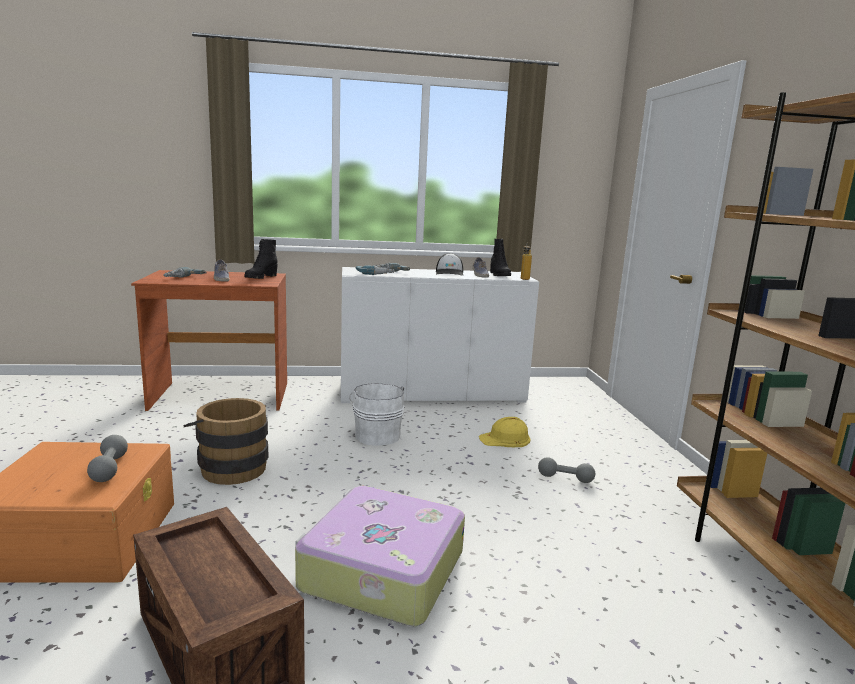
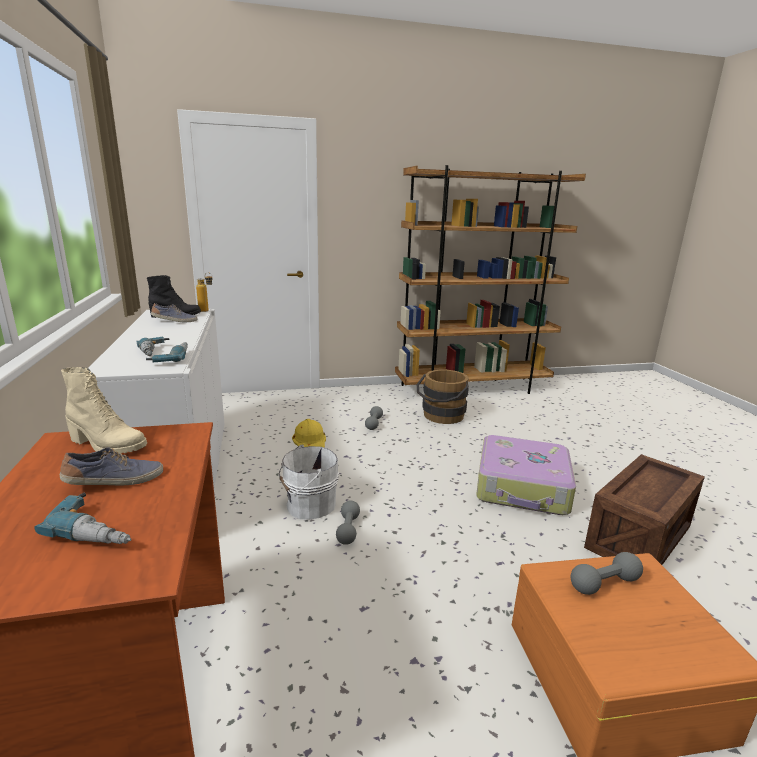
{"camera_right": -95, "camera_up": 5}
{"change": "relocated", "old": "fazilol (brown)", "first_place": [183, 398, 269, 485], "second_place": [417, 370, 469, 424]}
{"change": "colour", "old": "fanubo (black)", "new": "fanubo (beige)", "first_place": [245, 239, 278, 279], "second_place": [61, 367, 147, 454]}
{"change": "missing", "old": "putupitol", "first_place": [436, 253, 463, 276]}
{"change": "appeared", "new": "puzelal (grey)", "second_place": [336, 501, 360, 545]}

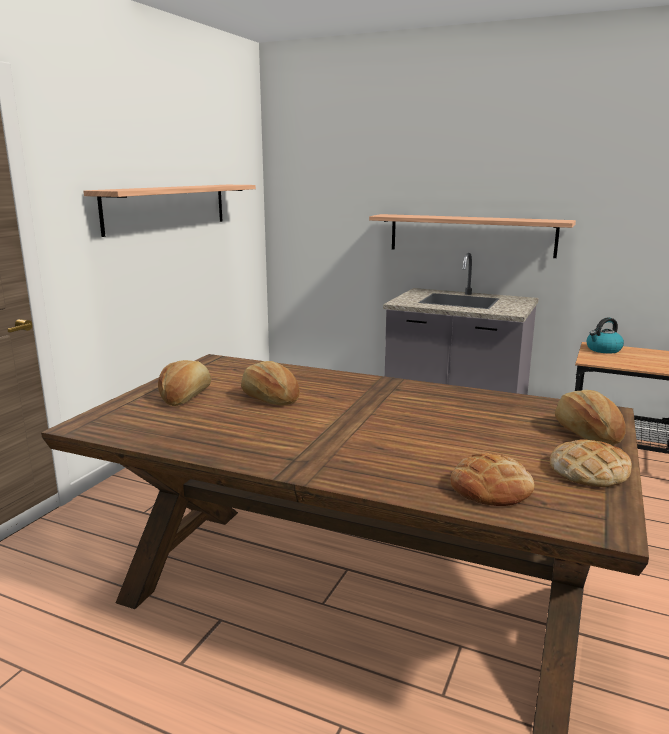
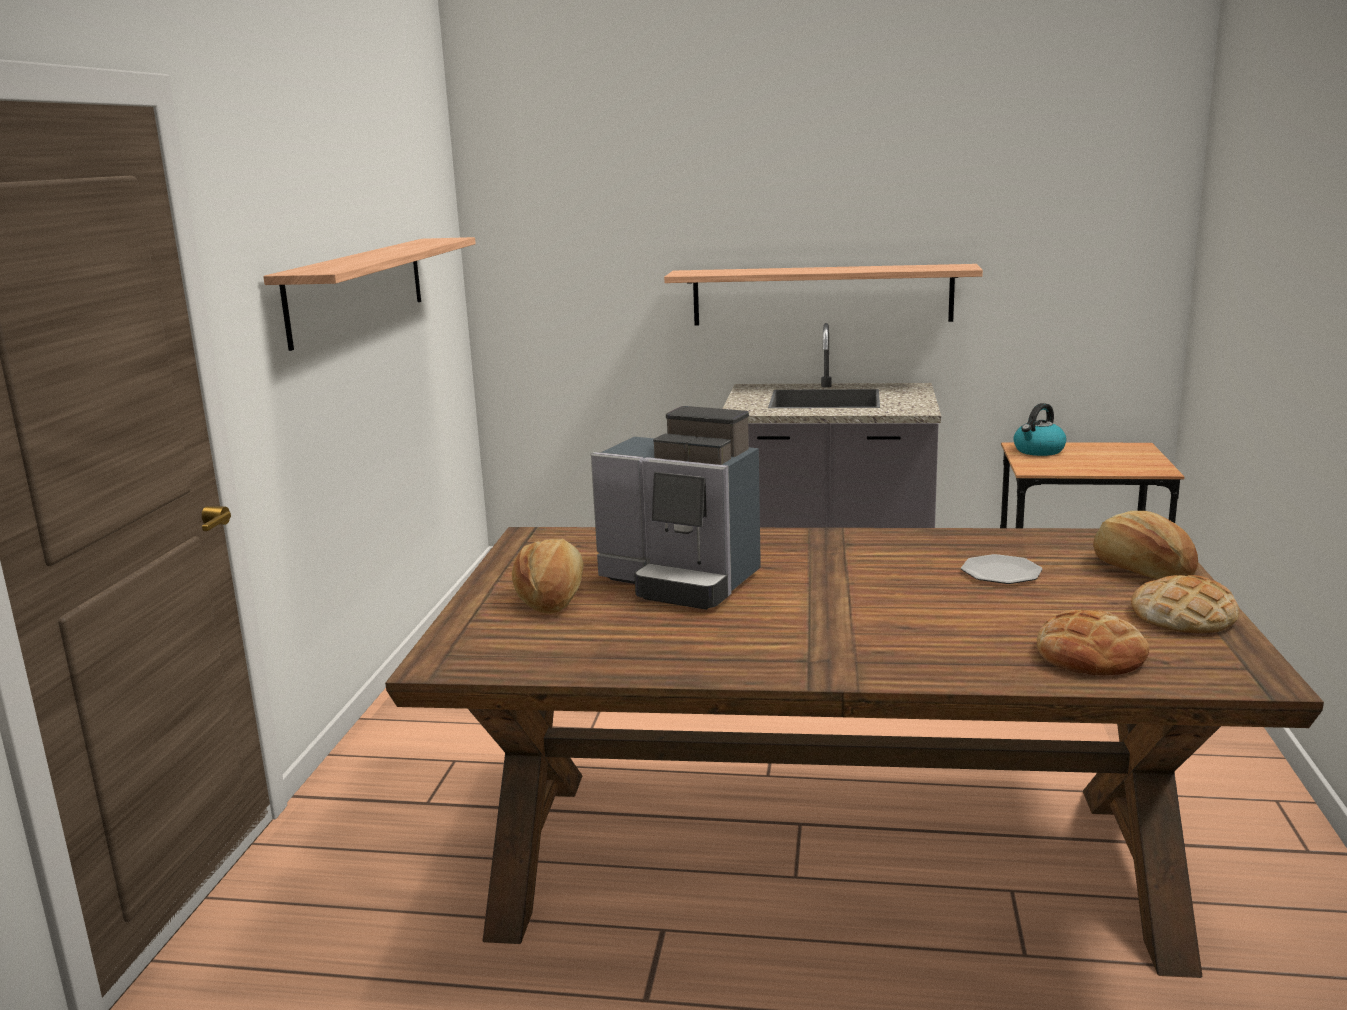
{"camera_right": -15, "camera_up": 0}
{"change": "exchanged", "old": "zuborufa", "new": "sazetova", "first_place": [241, 361, 300, 405], "second_place": [591, 406, 761, 610]}
{"change": "appeared", "new": "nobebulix", "second_place": [961, 554, 1042, 584]}

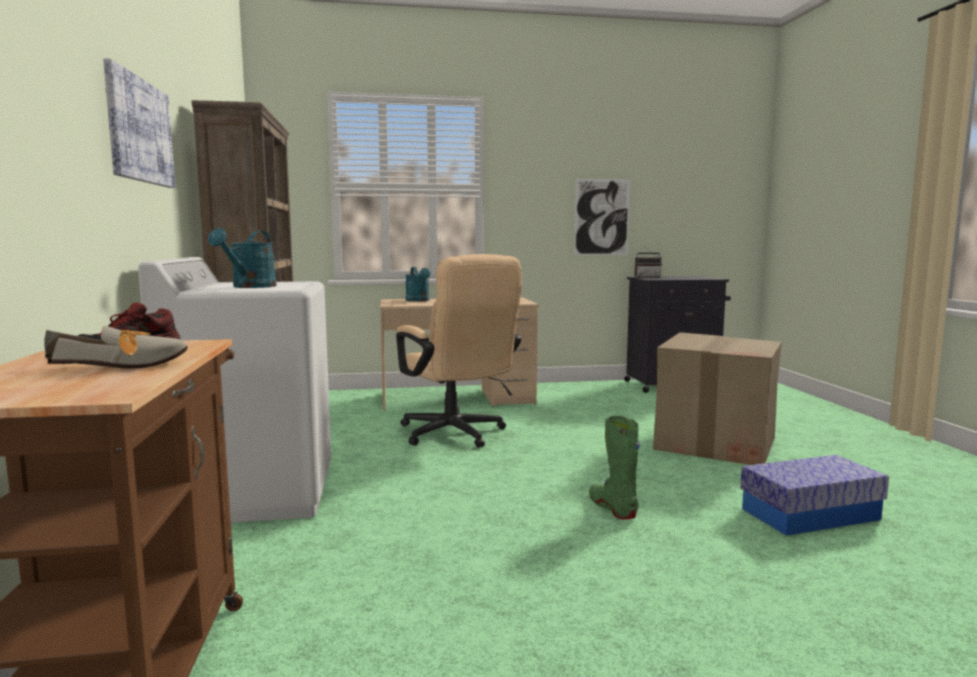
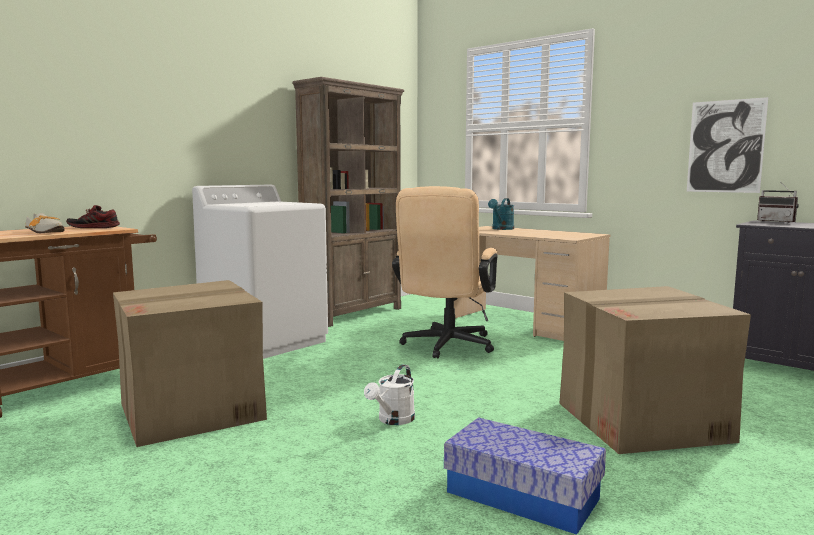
{"camera_right": 50, "camera_up": 0}
{"change": "missing", "old": "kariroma", "first_place": [103, 58, 175, 188]}
{"change": "missing", "old": "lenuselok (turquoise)", "first_place": [208, 228, 277, 288]}
{"change": "exchanged", "old": "fanubo (green)", "new": "lenuselok (white)", "first_place": [589, 416, 640, 520], "second_place": [364, 364, 415, 425]}
{"change": "appeared", "new": "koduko", "second_place": [113, 280, 267, 447]}

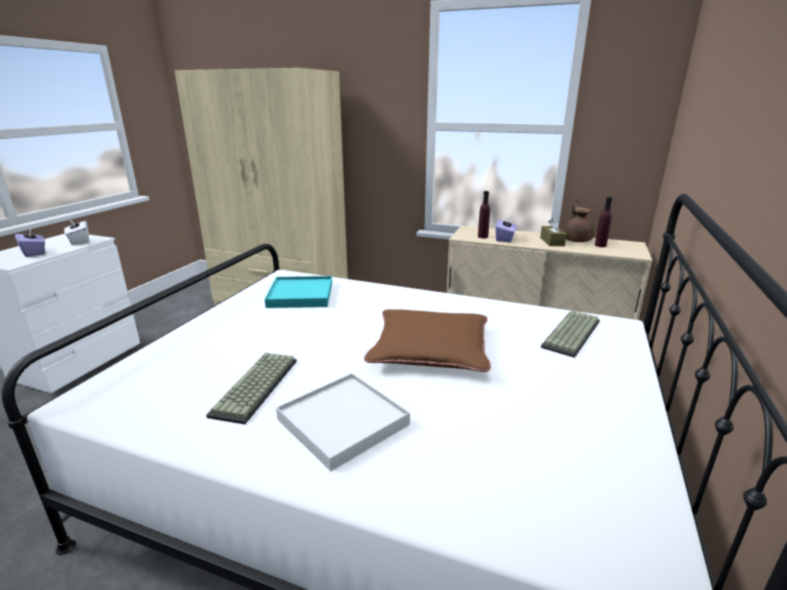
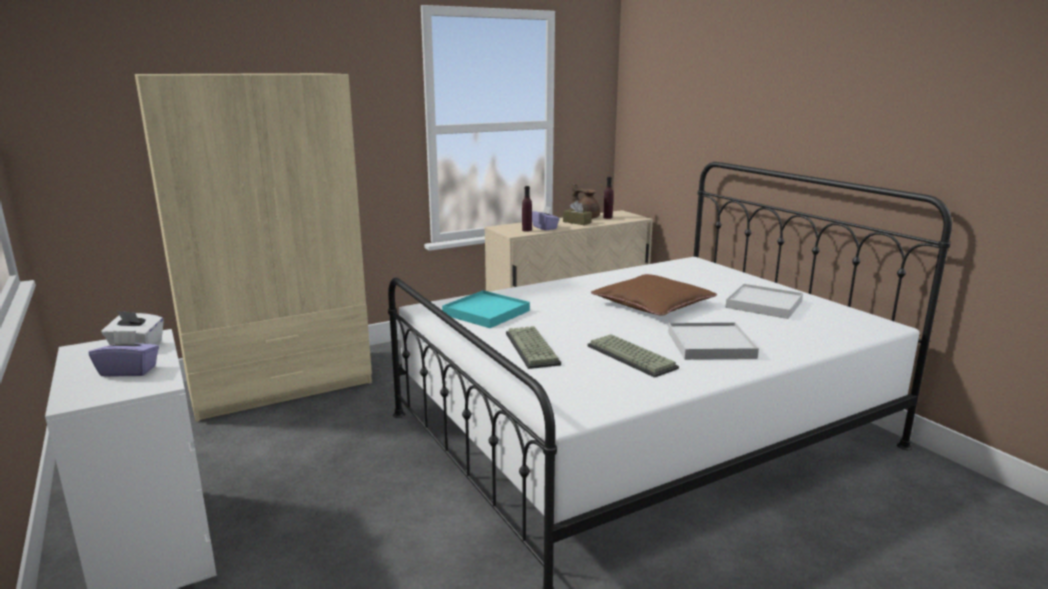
{"camera_right": -50, "camera_up": -5}
{"change": "relocated", "old": "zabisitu", "first_place": [541, 310, 600, 358], "second_place": [506, 326, 561, 369]}
{"change": "appeared", "new": "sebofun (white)", "second_place": [725, 284, 803, 319]}

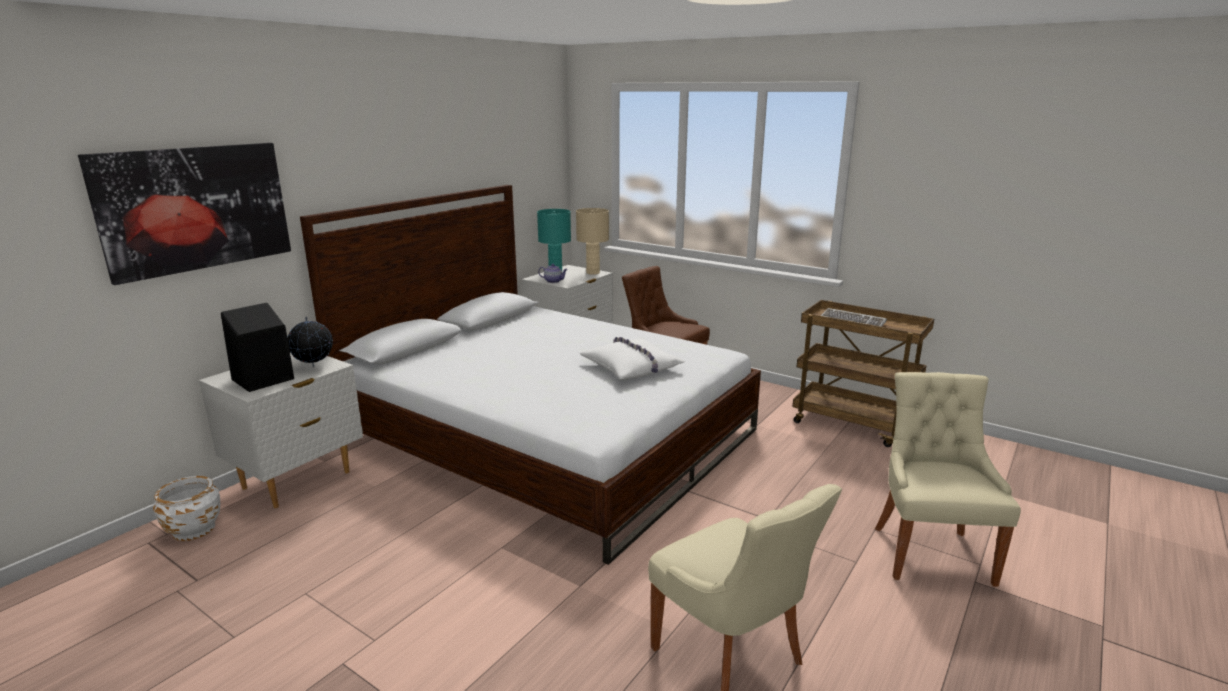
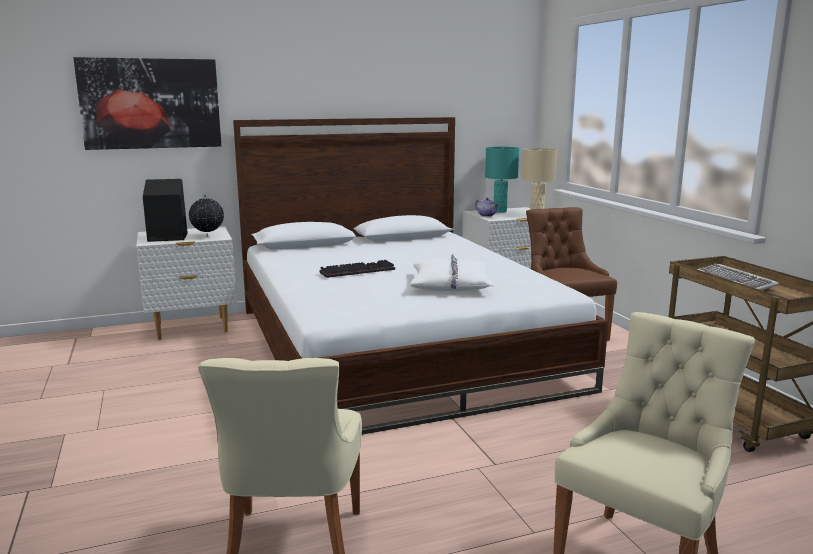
{"camera_right": 35, "camera_up": -5}
{"change": "missing", "old": "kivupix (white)", "first_place": [153, 476, 220, 541]}
{"change": "appeared", "new": "zabisitu", "second_place": [319, 260, 395, 278]}

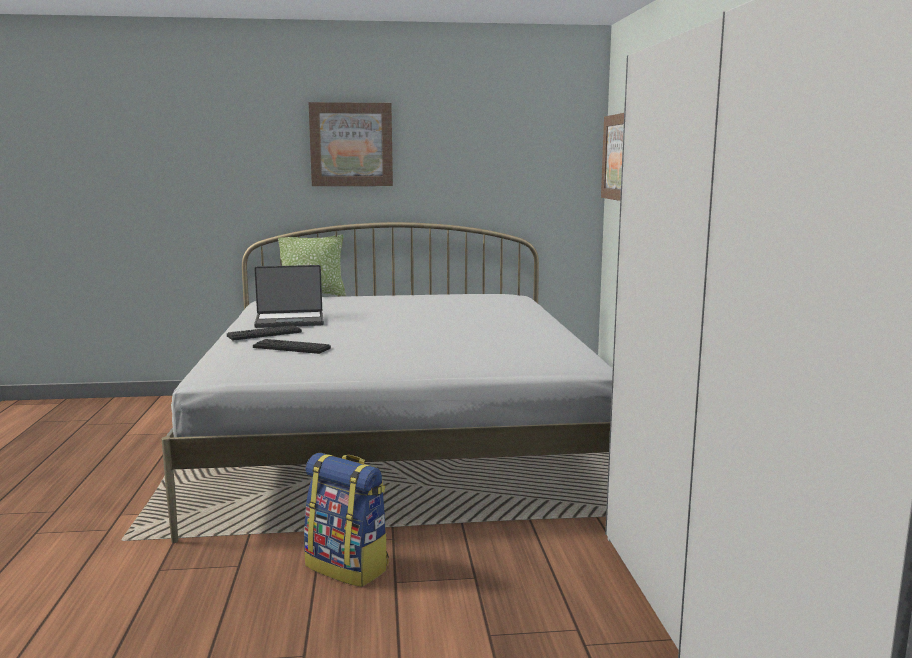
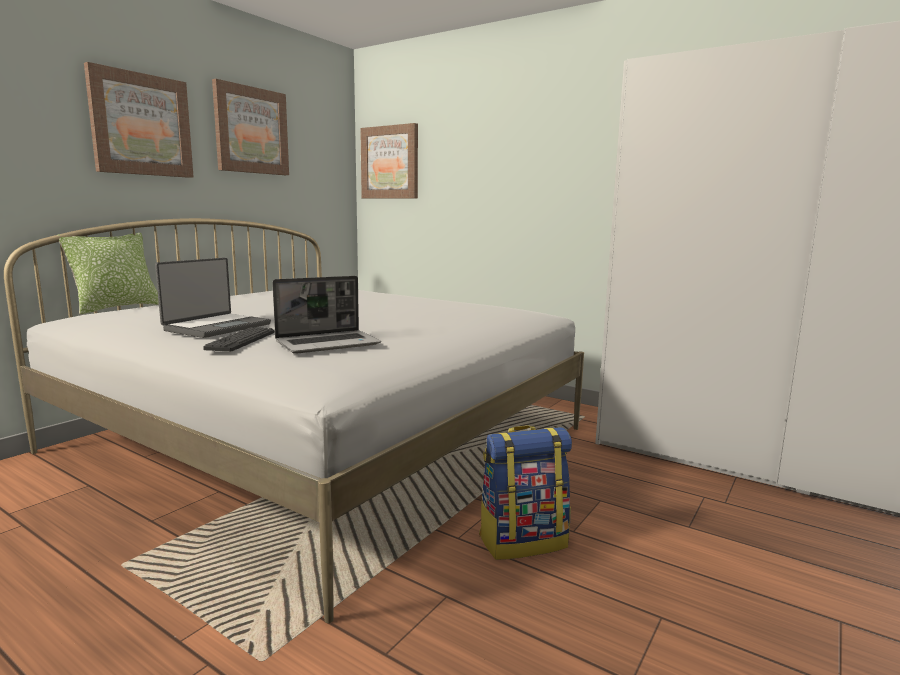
{"camera_right": -50, "camera_up": 0}
{"change": "exchanged", "old": "zabisitu", "new": "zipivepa", "first_place": [253, 339, 331, 354], "second_place": [272, 276, 381, 354]}
{"change": "appeared", "new": "kariroma", "second_place": [212, 79, 289, 175]}

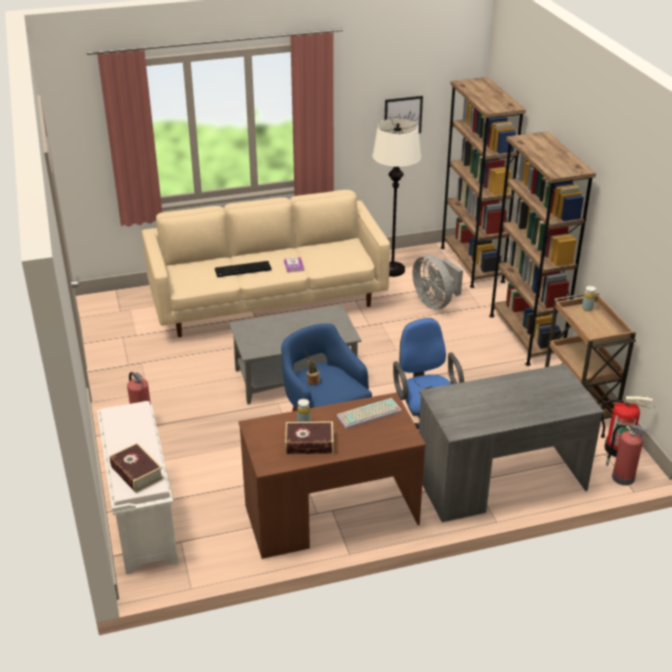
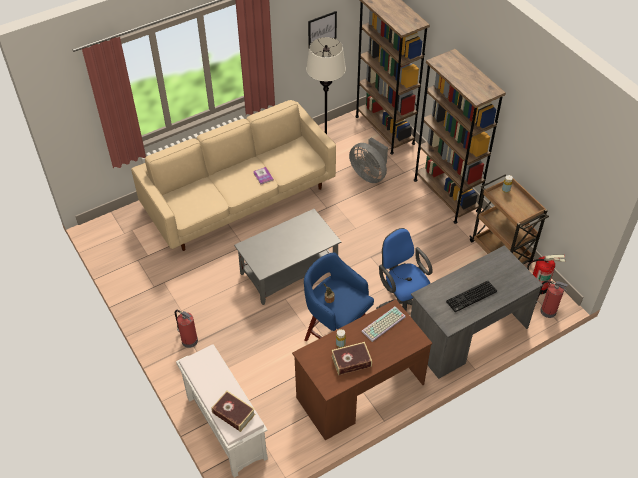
{"camera_right": -15, "camera_up": 15}
{"change": "relocated", "old": "zabisitu", "first_place": [215, 261, 272, 277], "second_place": [446, 281, 497, 312]}

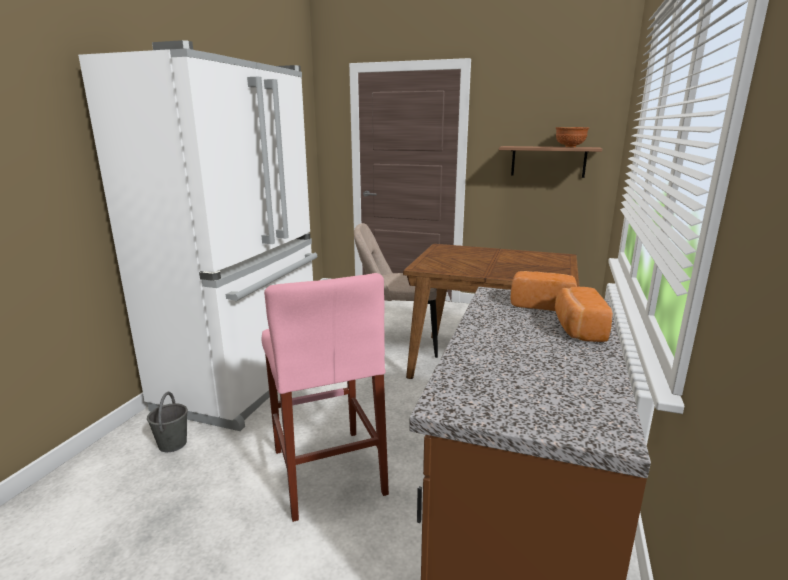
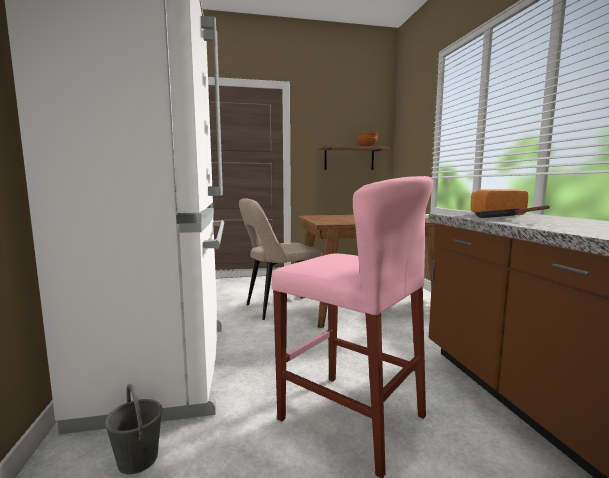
{"camera_right": -30, "camera_up": -10}
{"change": "missing", "old": "zuborufa", "first_place": [555, 287, 613, 342]}
{"change": "appeared", "new": "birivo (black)", "second_place": [475, 205, 550, 218]}

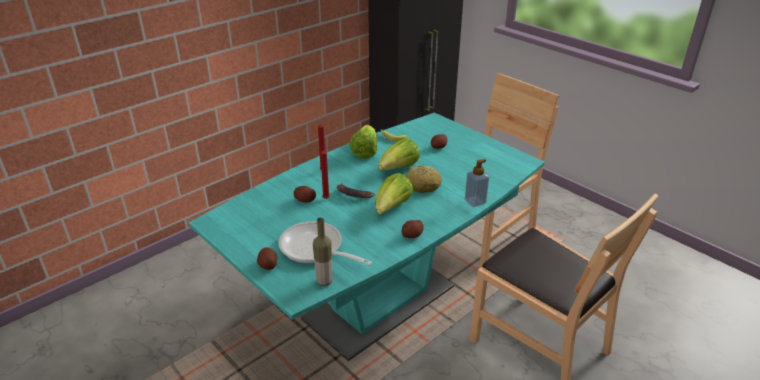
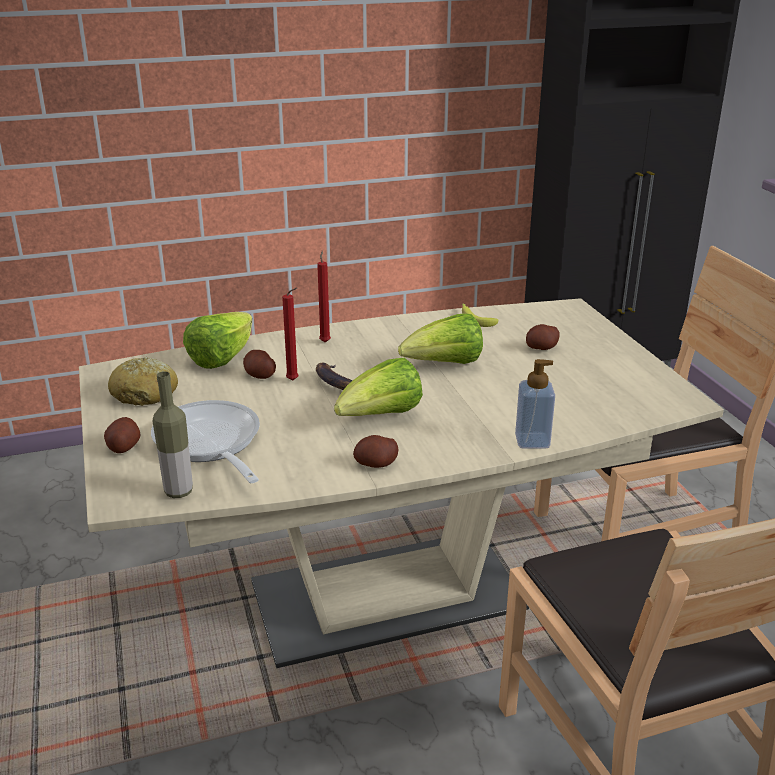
{"camera_right": 25, "camera_up": -5}
{"change": "colour", "old": "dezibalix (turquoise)", "new": "dezibalix (beige)", "first_place": [189, 113, 545, 361], "second_place": [79, 298, 724, 668]}
{"change": "relocated", "old": "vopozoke", "first_place": [350, 125, 378, 159], "second_place": [183, 312, 252, 369]}
{"change": "relocated", "old": "zuborufa", "first_place": [406, 165, 442, 193], "second_place": [108, 357, 178, 406]}

